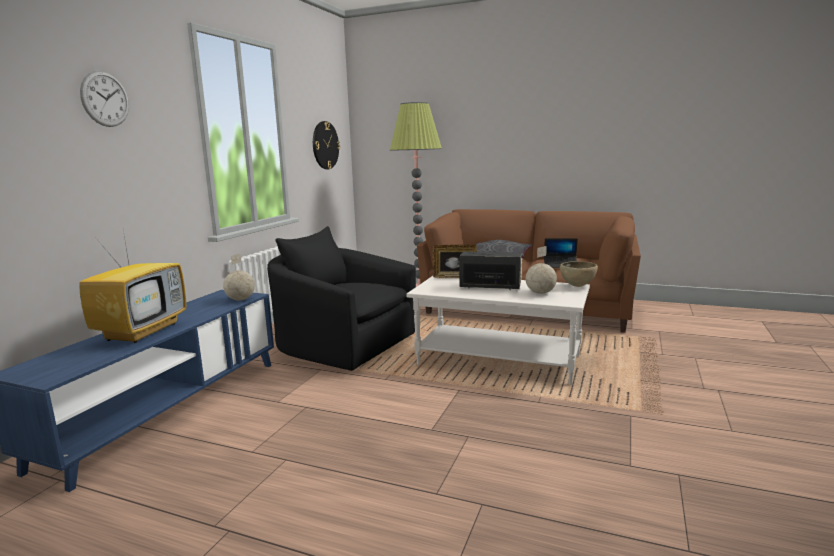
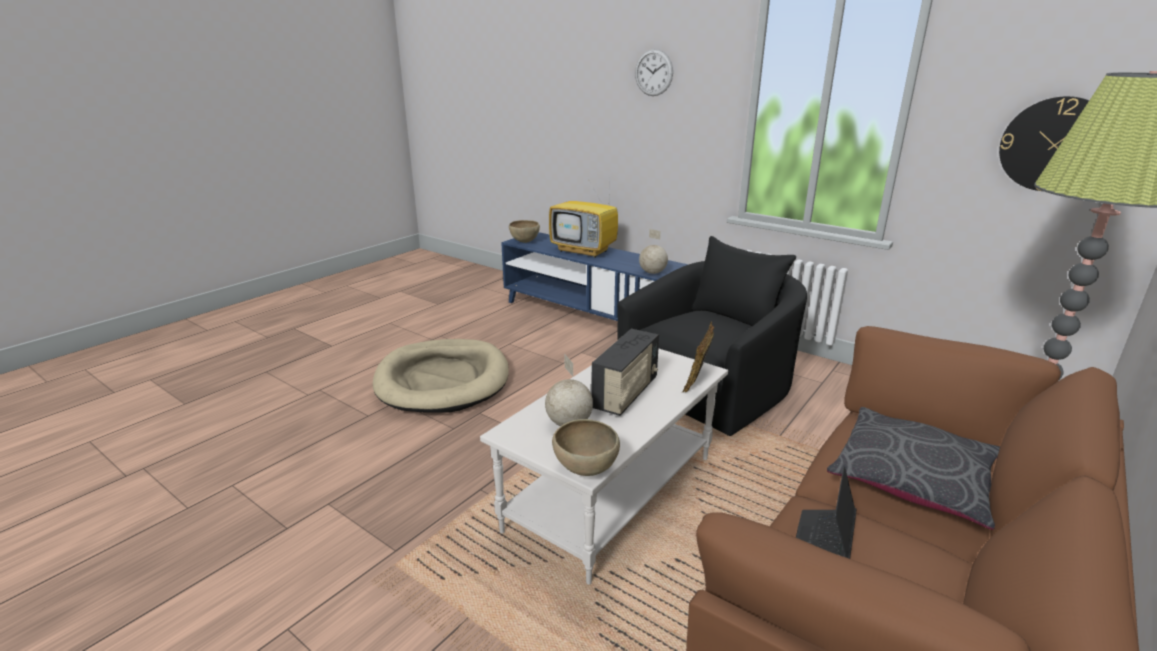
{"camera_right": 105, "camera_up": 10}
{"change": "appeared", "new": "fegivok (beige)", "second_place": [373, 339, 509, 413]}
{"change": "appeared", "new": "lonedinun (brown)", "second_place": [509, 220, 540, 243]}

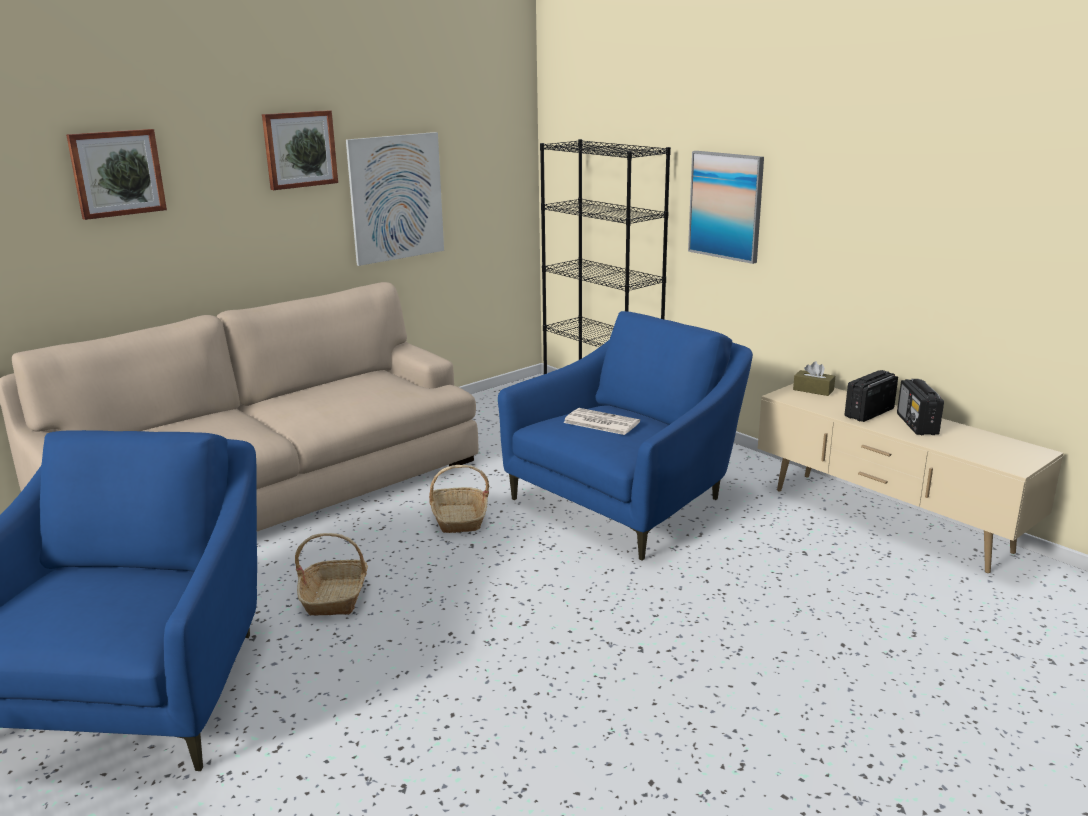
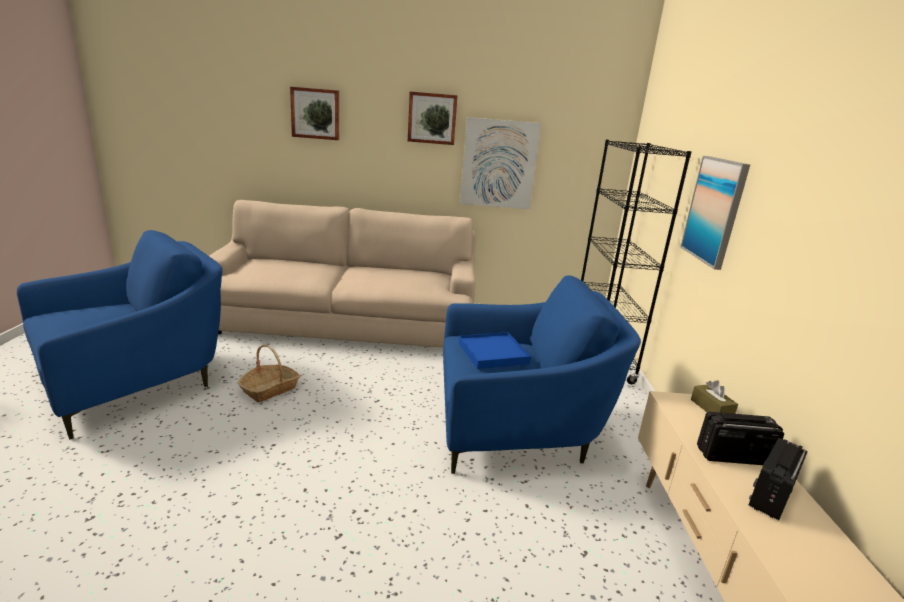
{"camera_right": 40, "camera_up": 0}
{"change": "missing", "old": "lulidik", "first_place": [429, 465, 489, 533]}
{"change": "exchanged", "old": "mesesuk", "new": "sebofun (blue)", "first_place": [563, 408, 640, 435], "second_place": [459, 332, 531, 369]}

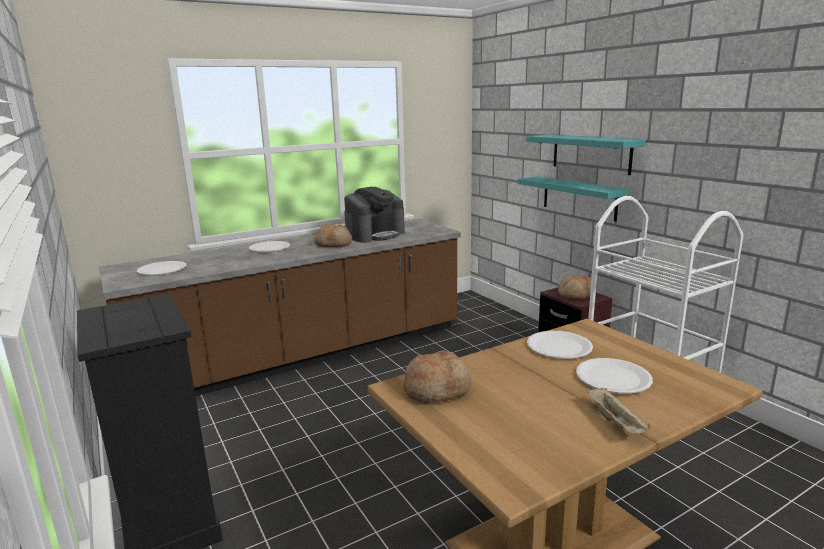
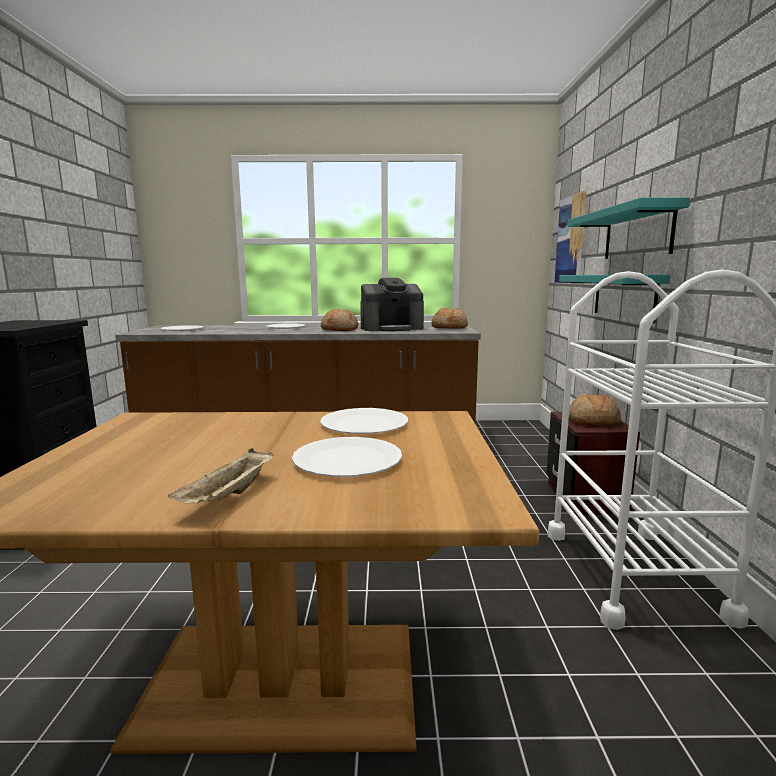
{"camera_right": 30, "camera_up": -5}
{"change": "relocated", "old": "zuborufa", "first_place": [403, 350, 471, 403], "second_place": [431, 308, 468, 329]}
{"change": "appeared", "new": "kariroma", "second_place": [555, 191, 587, 283]}

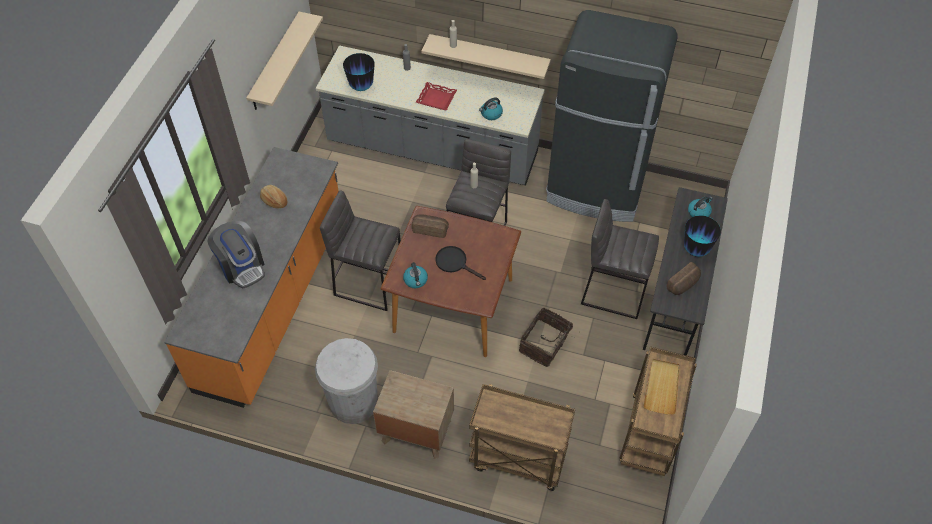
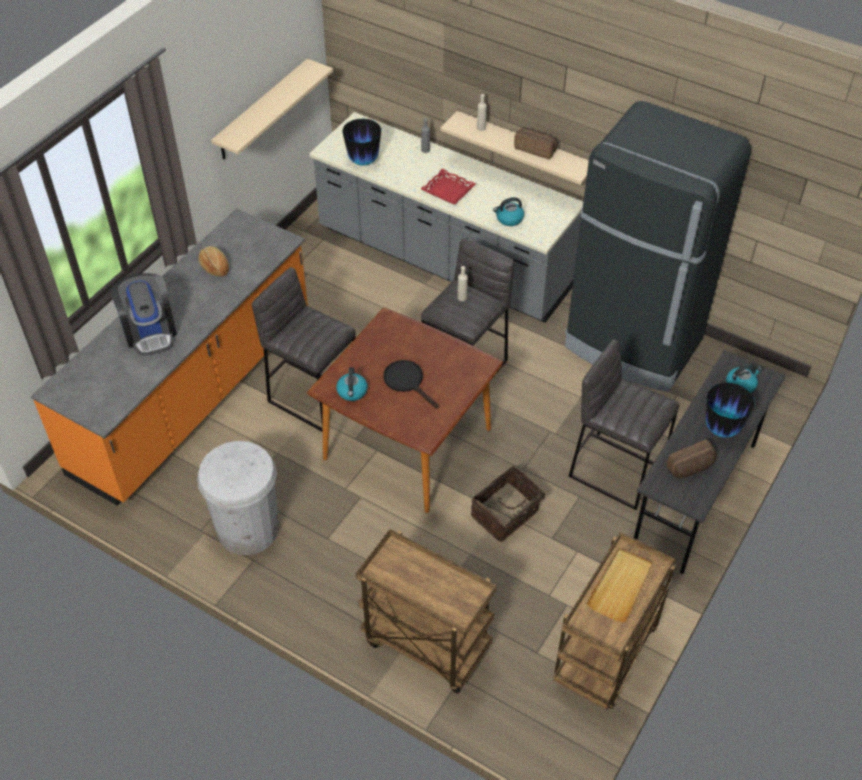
{"camera_right": 15, "camera_up": -5}
{"change": "missing", "old": "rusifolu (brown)", "first_place": [373, 370, 454, 459]}
{"change": "relocated", "old": "zuborufa", "first_place": [412, 214, 449, 238], "second_place": [514, 128, 558, 159]}

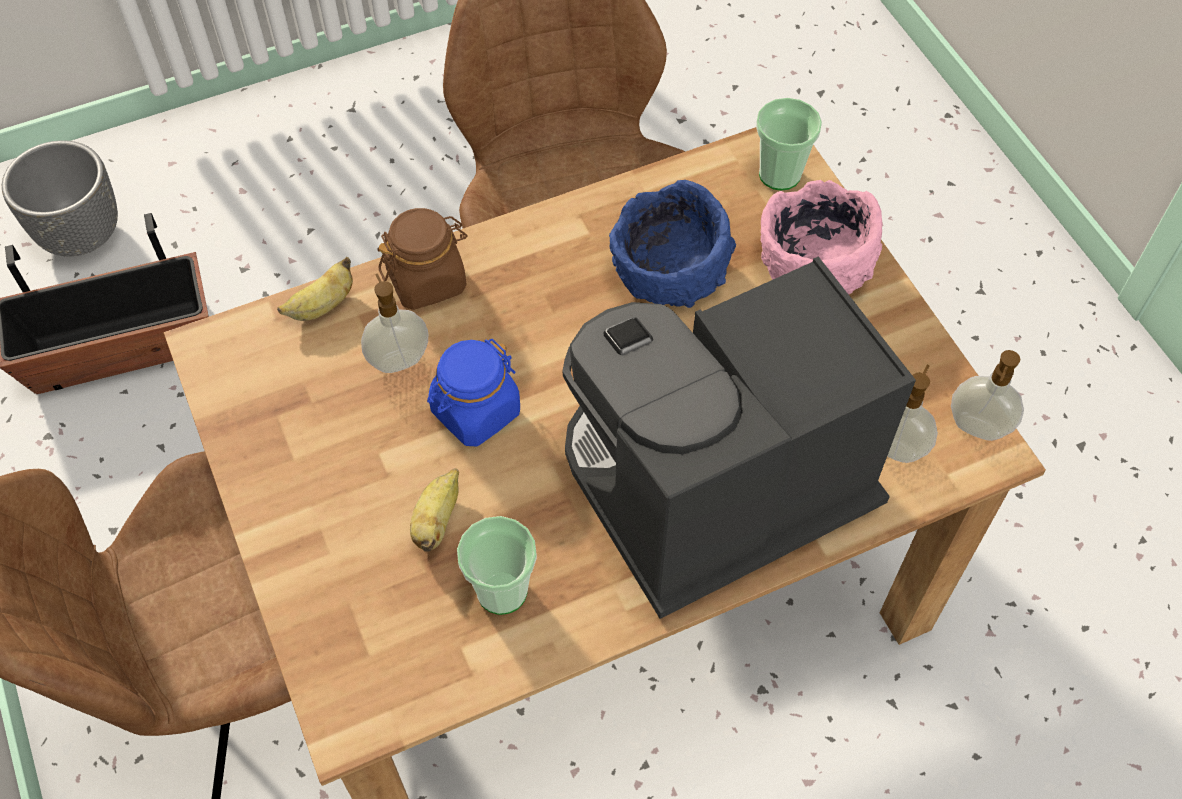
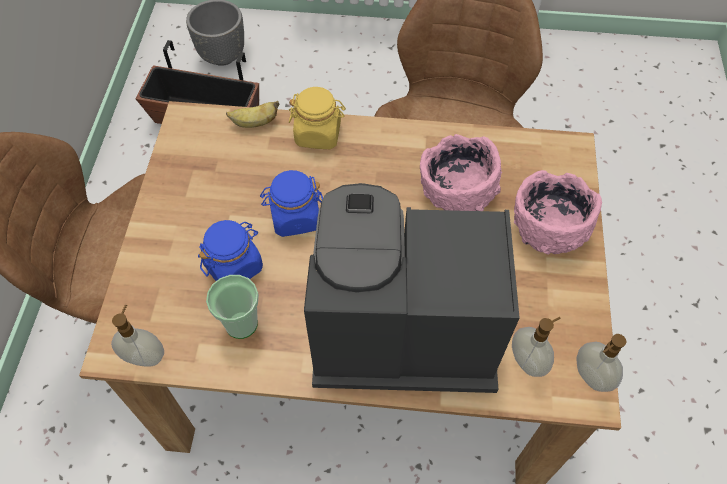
{"camera_right": 30, "camera_up": 0}
{"change": "relocated", "old": "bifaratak", "first_place": [361, 274, 428, 373], "second_place": [111, 305, 164, 367]}
{"change": "colour", "old": "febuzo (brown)", "new": "febuzo (yellow)", "first_place": [377, 208, 468, 310], "second_place": [289, 87, 346, 149]}
{"change": "exchanged", "old": "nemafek", "new": "febuzo (blue)", "first_place": [410, 469, 459, 552], "second_place": [198, 220, 263, 281]}
{"change": "colour", "old": "lonedinun (blue)", "new": "lonedinun (pink)", "first_place": [609, 180, 736, 308], "second_place": [420, 134, 502, 211]}
{"change": "missing", "old": "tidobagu", "first_place": [756, 98, 822, 190]}

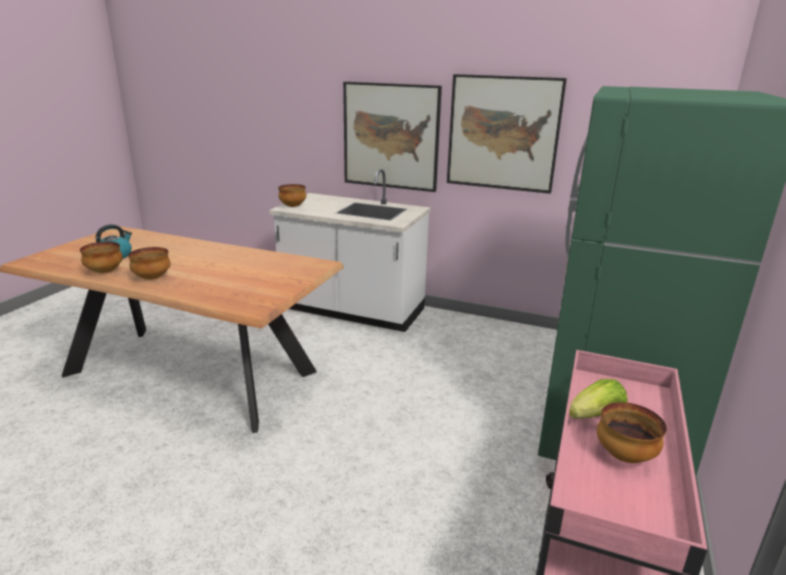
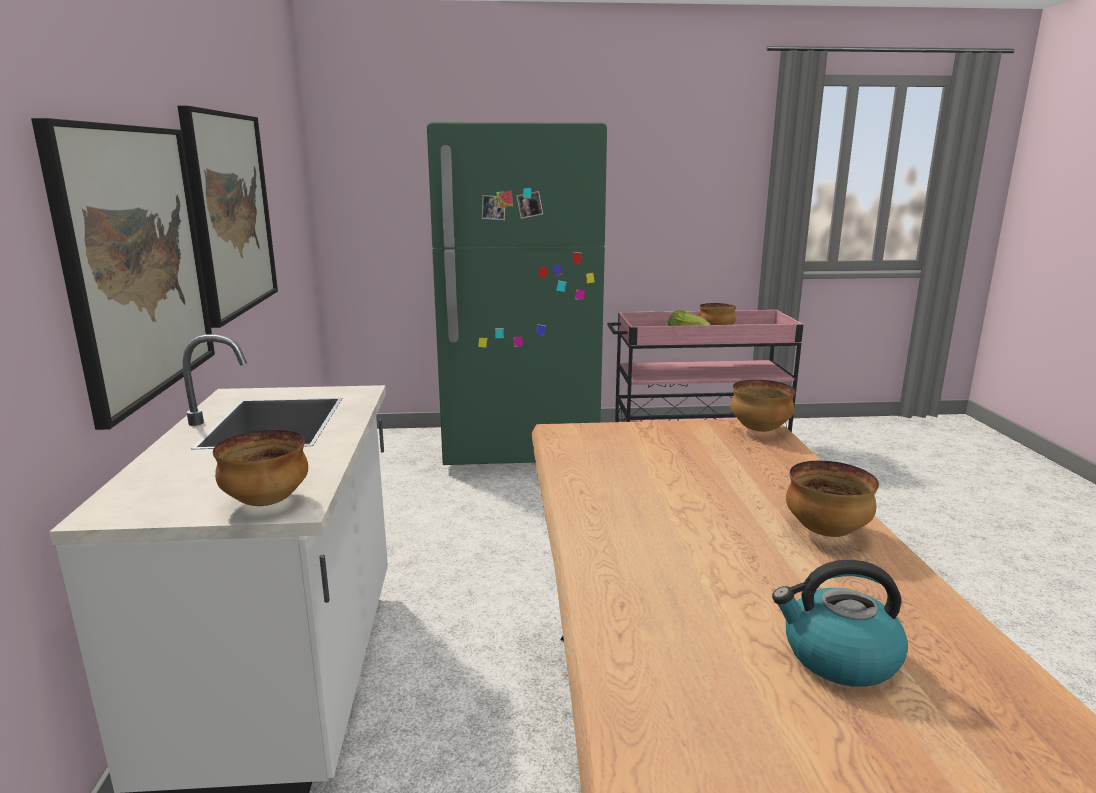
{"camera_right": -115, "camera_up": -5}
{"change": "relocated", "old": "lonedinun", "first_place": [80, 242, 123, 273], "second_place": [730, 380, 795, 432]}

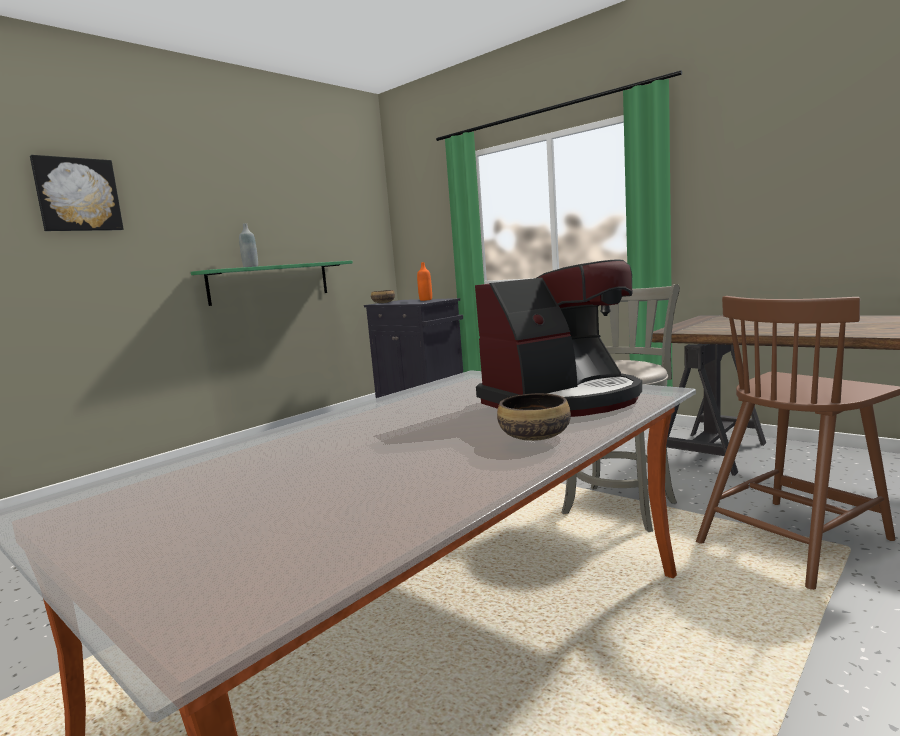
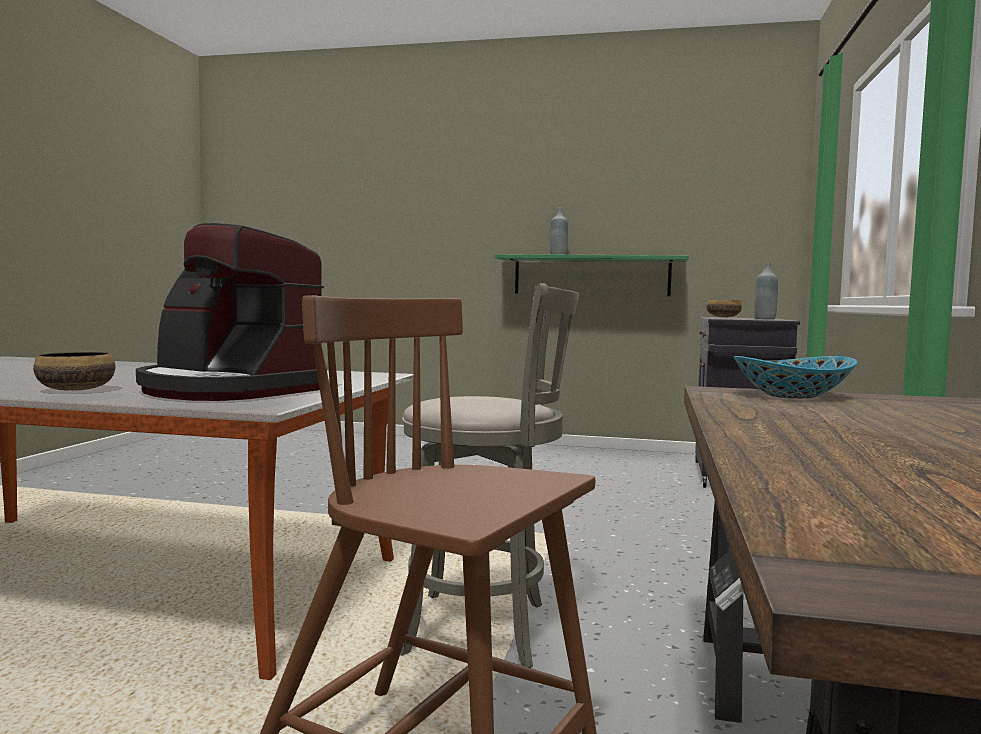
{"camera_right": 60, "camera_up": -5}
{"change": "missing", "old": "kariroma", "first_place": [30, 155, 124, 231]}
{"change": "colour", "old": "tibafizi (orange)", "new": "tibafizi (grey)", "first_place": [417, 262, 432, 301], "second_place": [754, 262, 778, 319]}
{"change": "appeared", "new": "lonedinun", "second_place": [733, 356, 857, 399]}

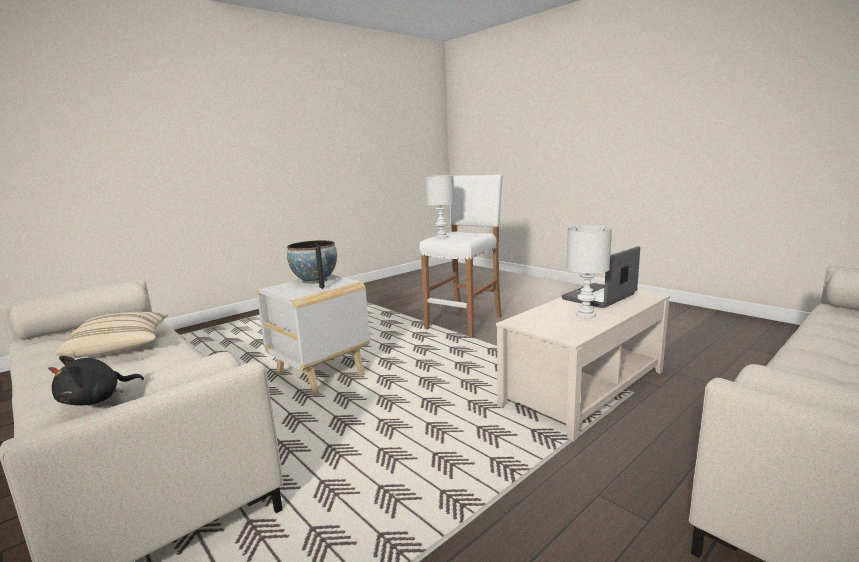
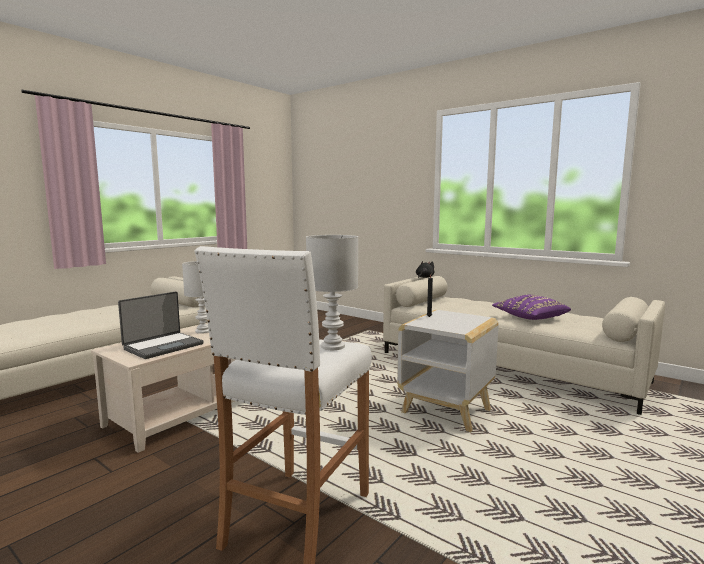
{"camera_right": 170, "camera_up": -5}
{"change": "colour", "old": "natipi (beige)", "new": "natipi (purple)", "first_place": [55, 312, 168, 358], "second_place": [492, 295, 571, 320]}
{"change": "missing", "old": "lonedinun", "first_place": [287, 240, 337, 284]}

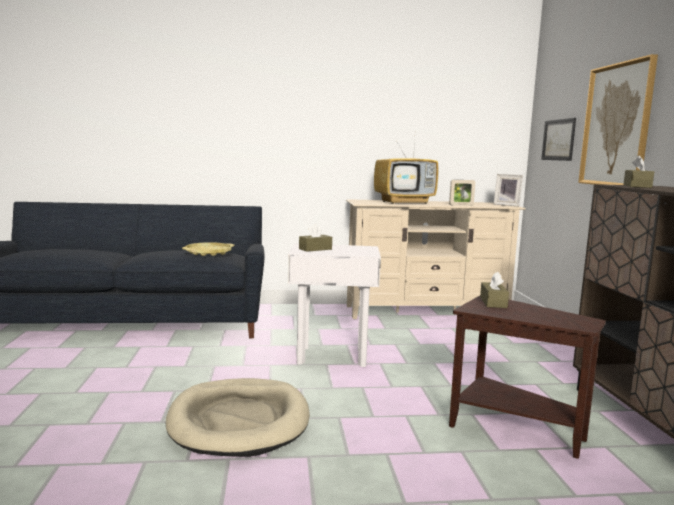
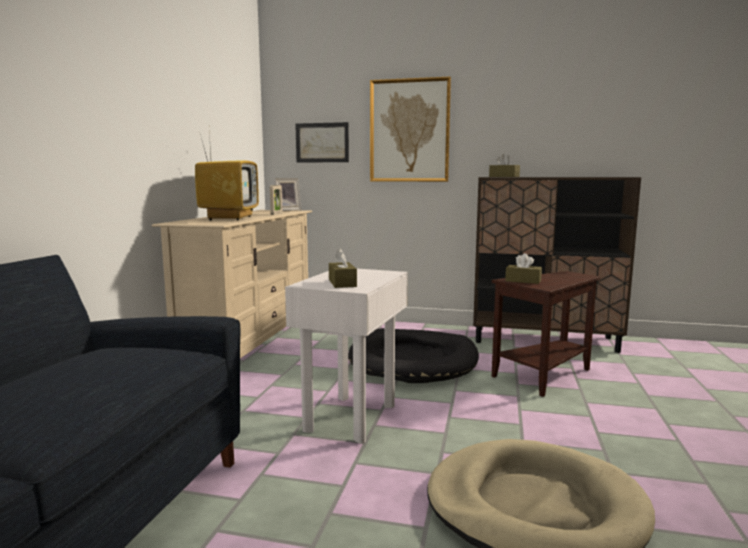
{"camera_right": -70, "camera_up": 0}
{"change": "missing", "old": "sebofun (yellow)", "first_place": [182, 242, 234, 256]}
{"change": "appeared", "new": "fegivok (black)", "second_place": [348, 328, 479, 383]}

